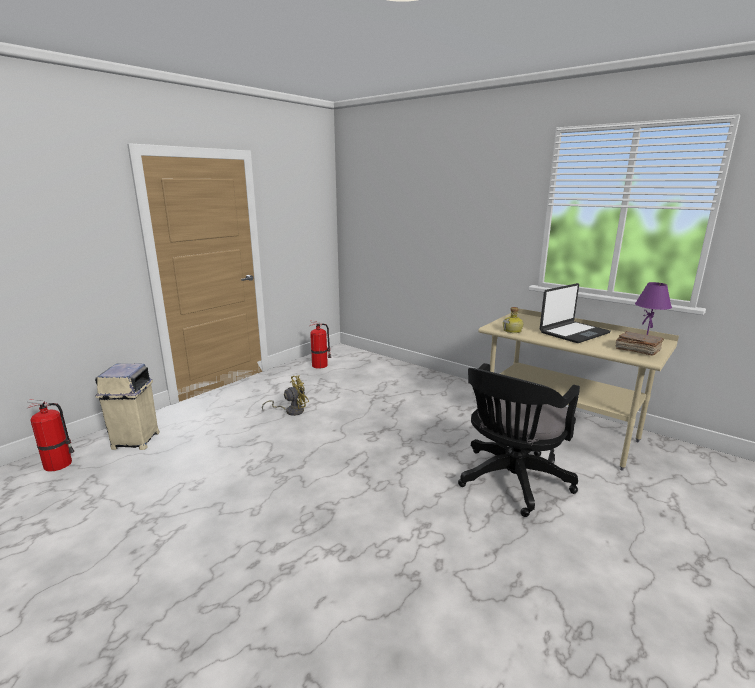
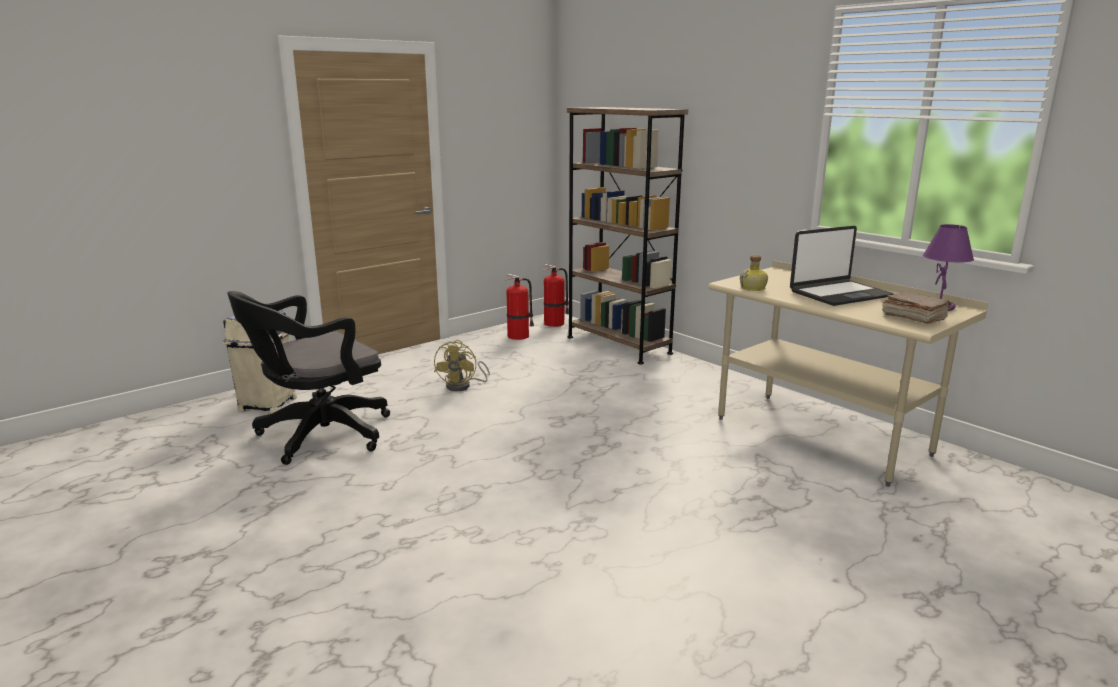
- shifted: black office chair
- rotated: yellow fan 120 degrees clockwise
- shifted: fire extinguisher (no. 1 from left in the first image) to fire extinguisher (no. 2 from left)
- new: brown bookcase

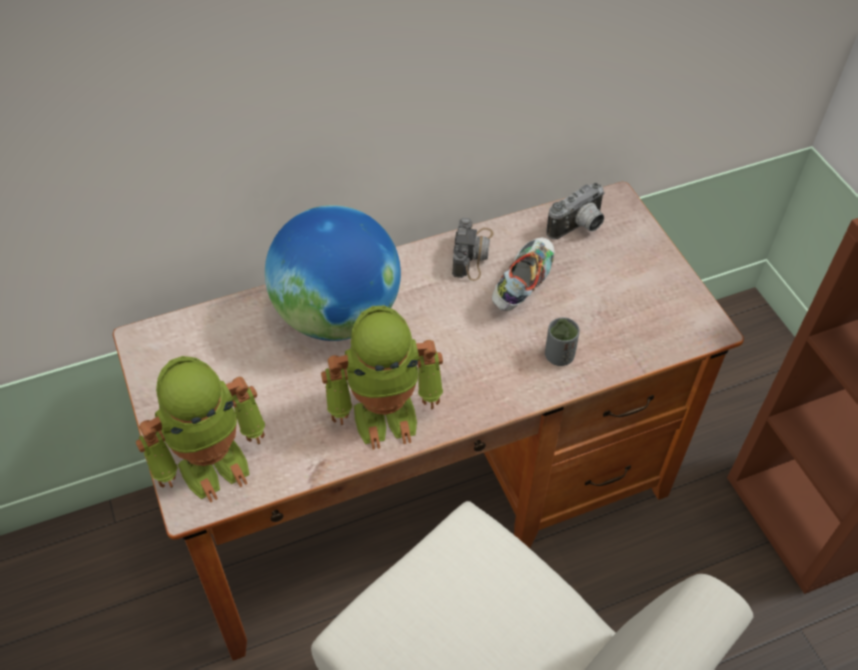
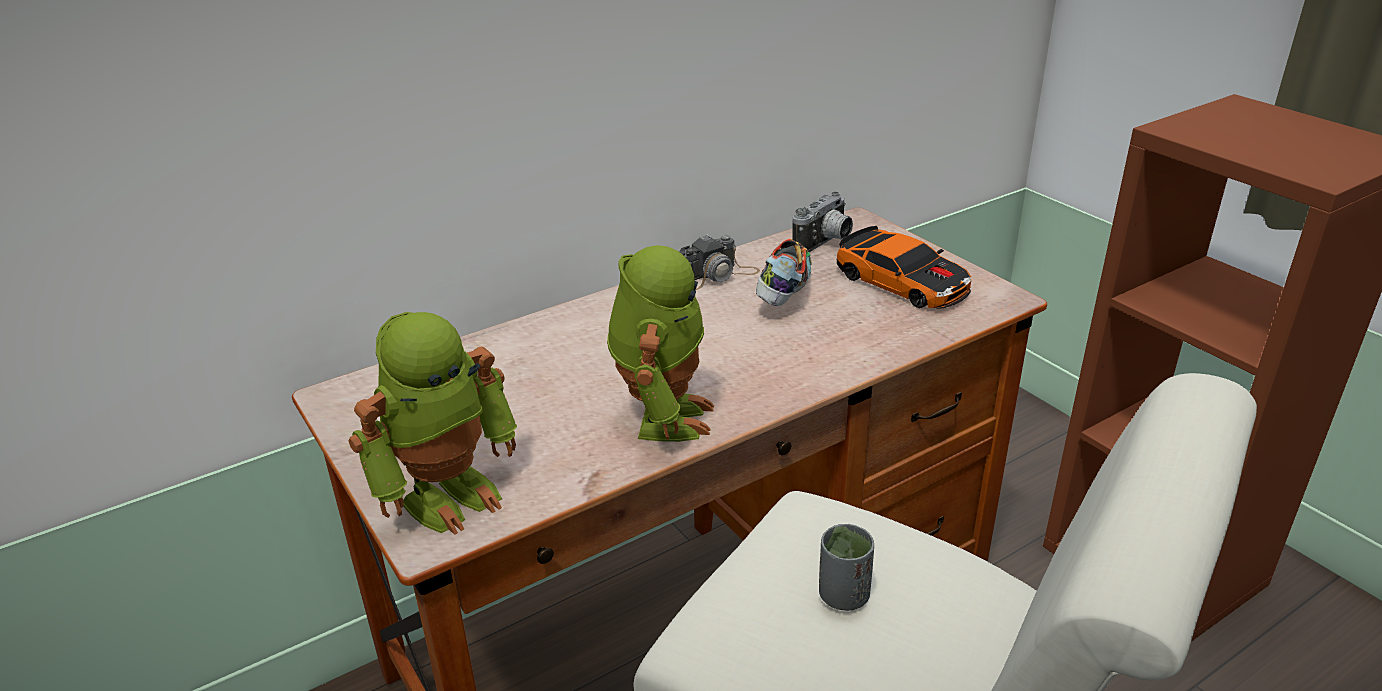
- rotated: toy robot (no. 2 from left) 60 degrees counterclockwise
- rotated: photo camera (no. 1 from left) 60 degrees clockwise
- shifted: grey cup
- new: toy car
- gone: globe

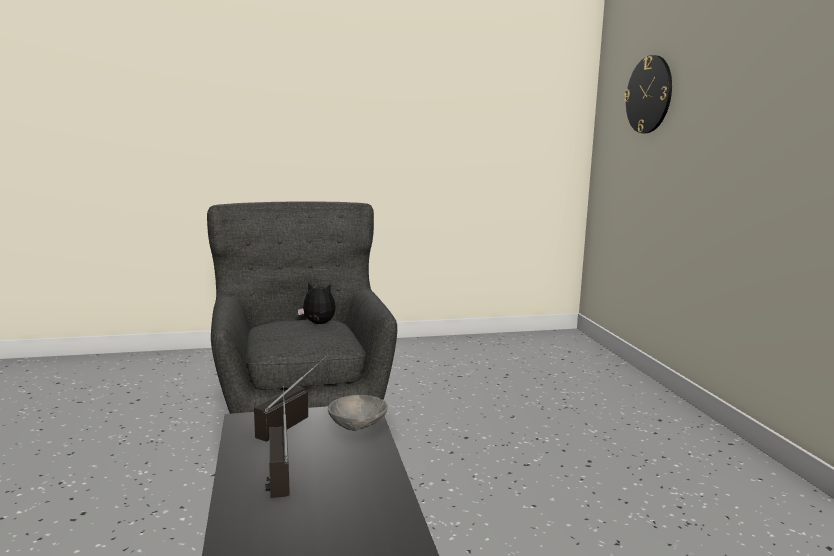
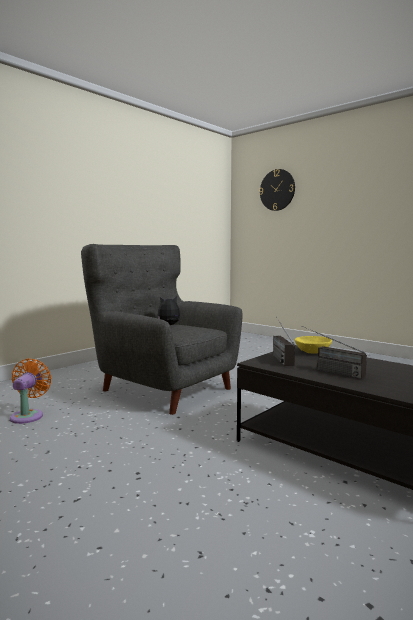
- new: orange fan
- repainted: grey bowl to yellow bowl

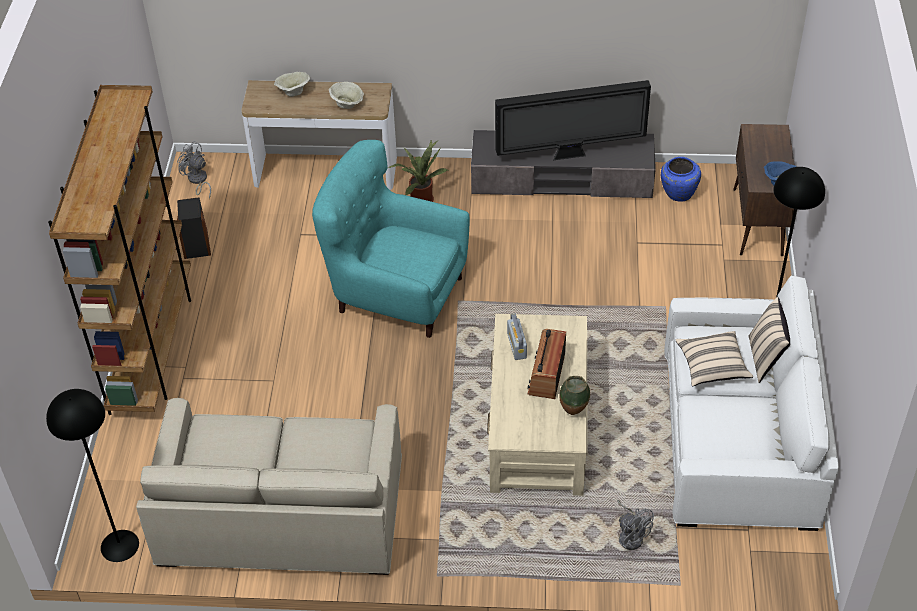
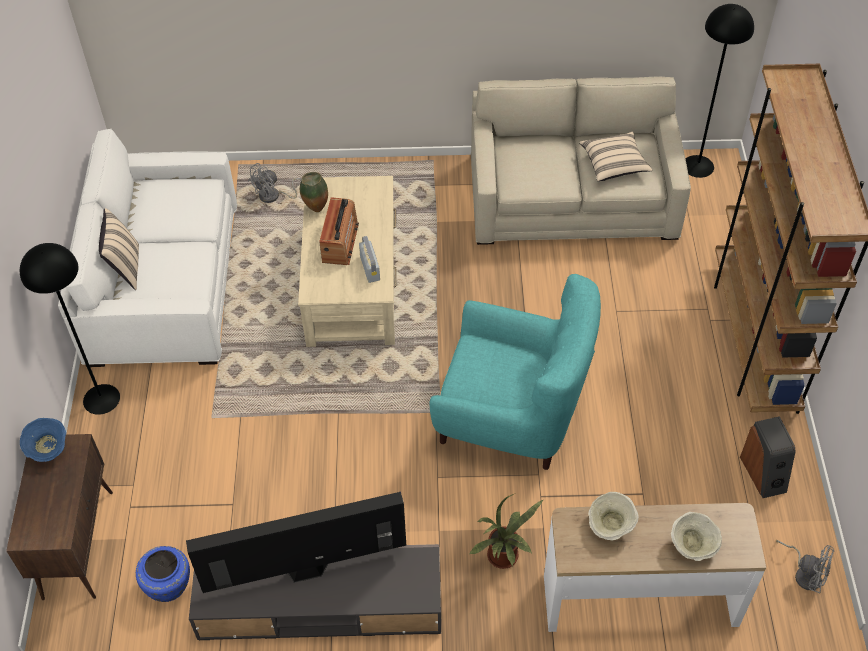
- rotated: grey fan (no. 2 from left in the first image) 90 degrees counterclockwise
- shifted: beige pillow (no. 1 from left in the first image) to beige pillow (no. 2 from left)

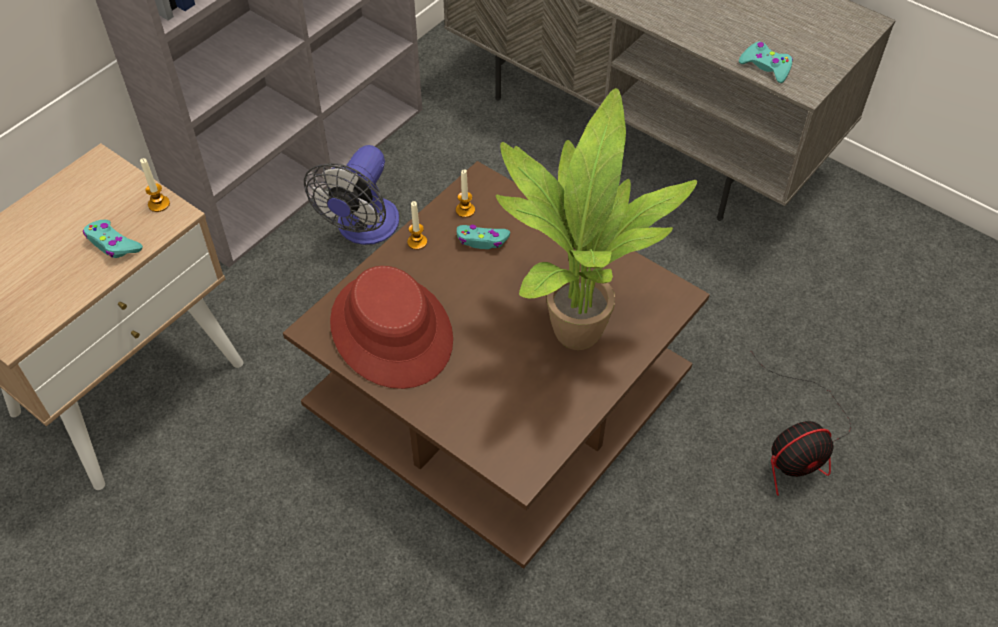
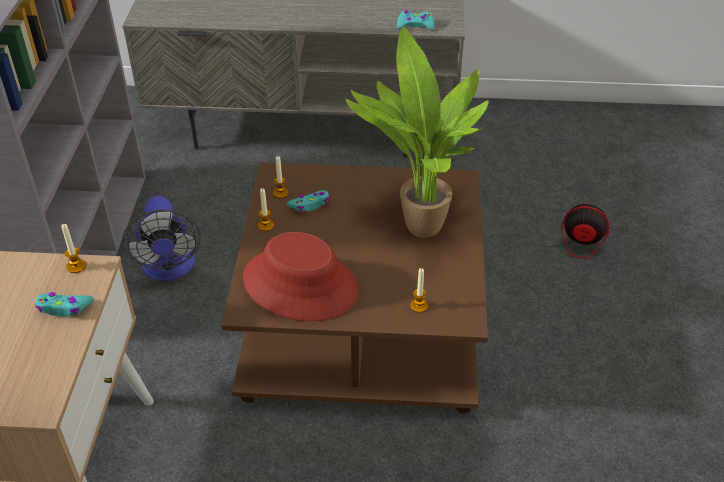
- new: candle (no. 4 from left)
- rotated: fan (no. 2 from left) 105 degrees counterclockwise

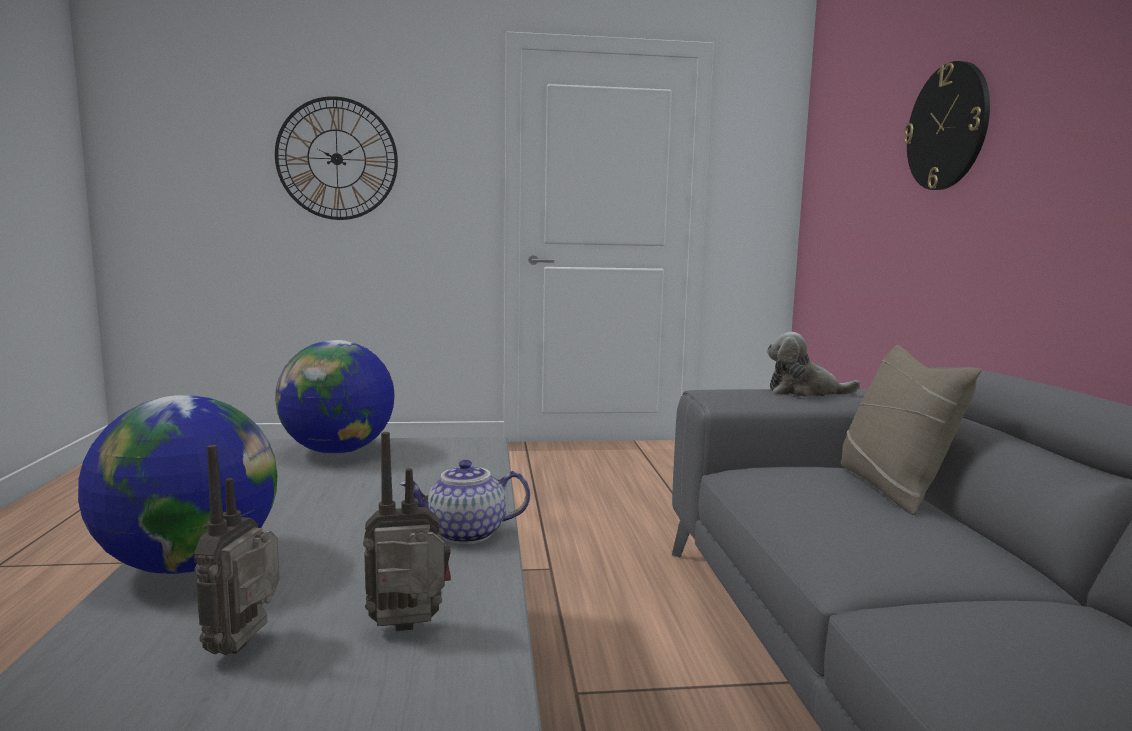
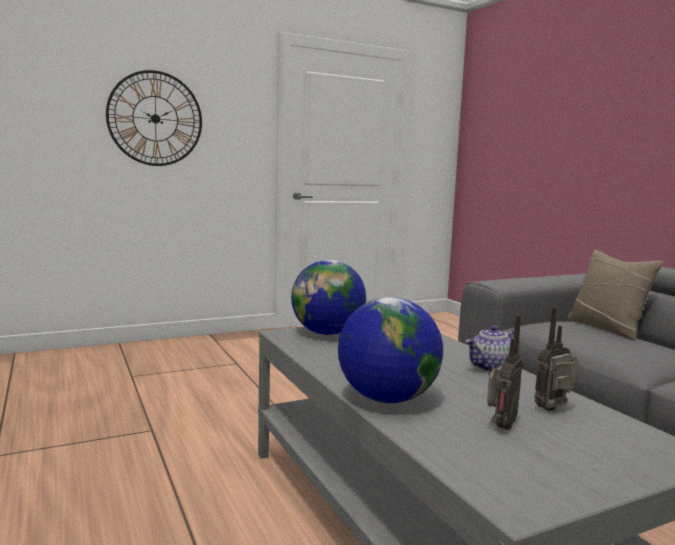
- rotated: radio (no. 1 from left) 135 degrees counterclockwise
- gone: plush toy
- gone: wall clock (no. 2 from left)

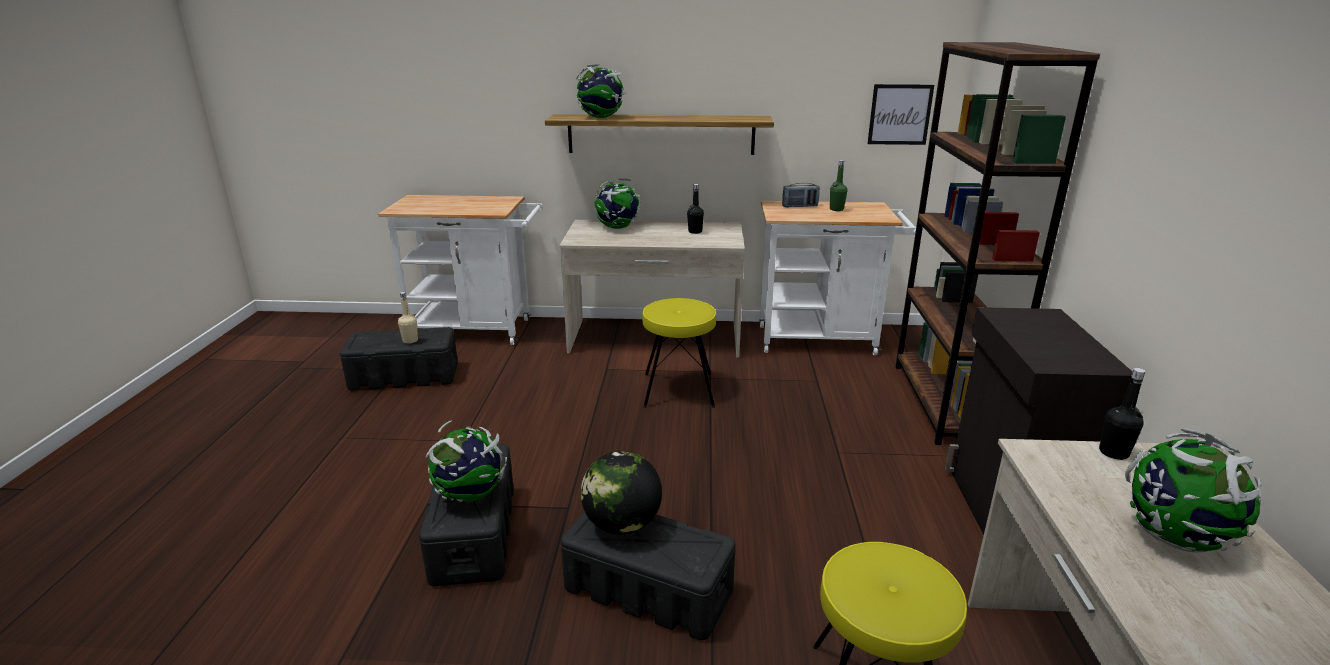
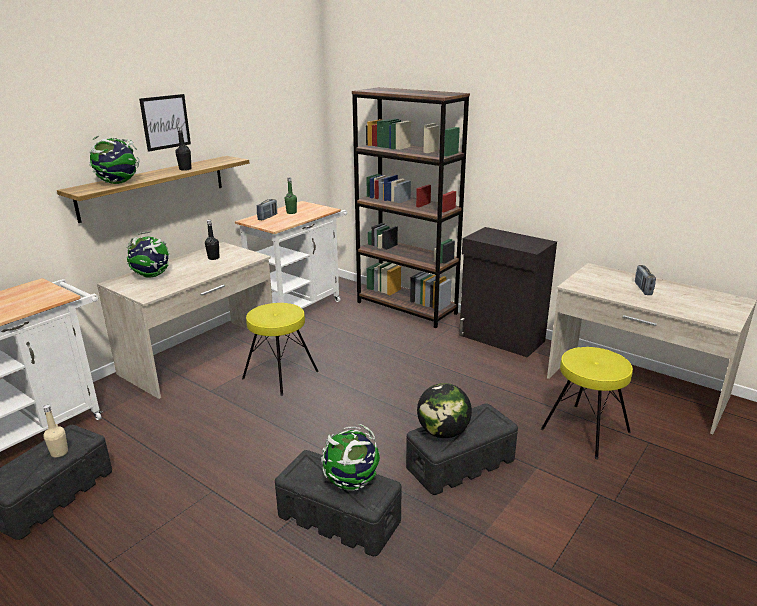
- shifted: picture
- shifted: black bottle (no. 2 from left in the first image) to black bottle (no. 1 from left)
- swapped: globe (no. 5 from left) to radio (no. 2 from left)

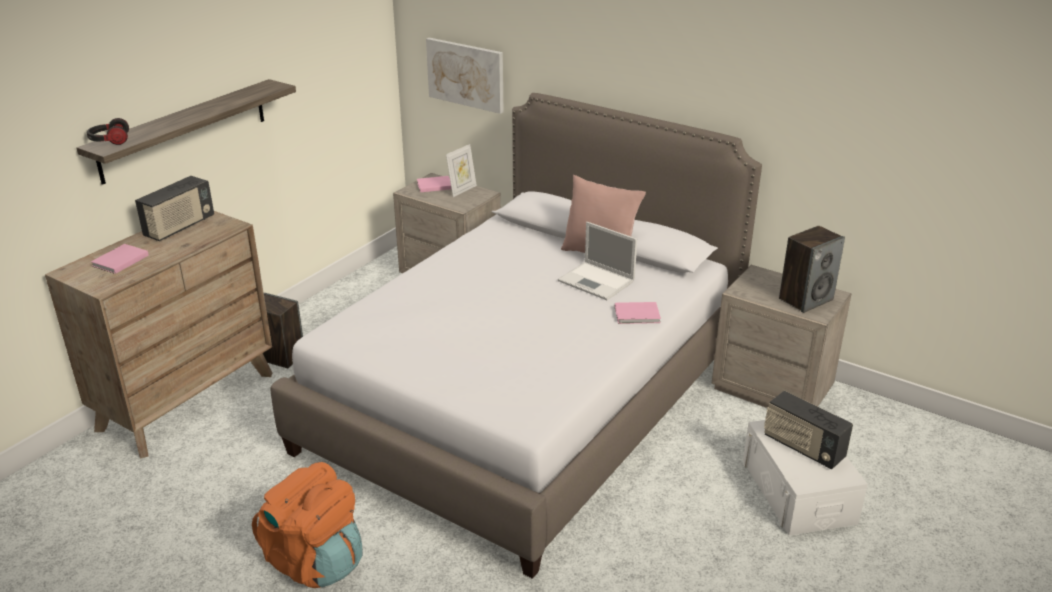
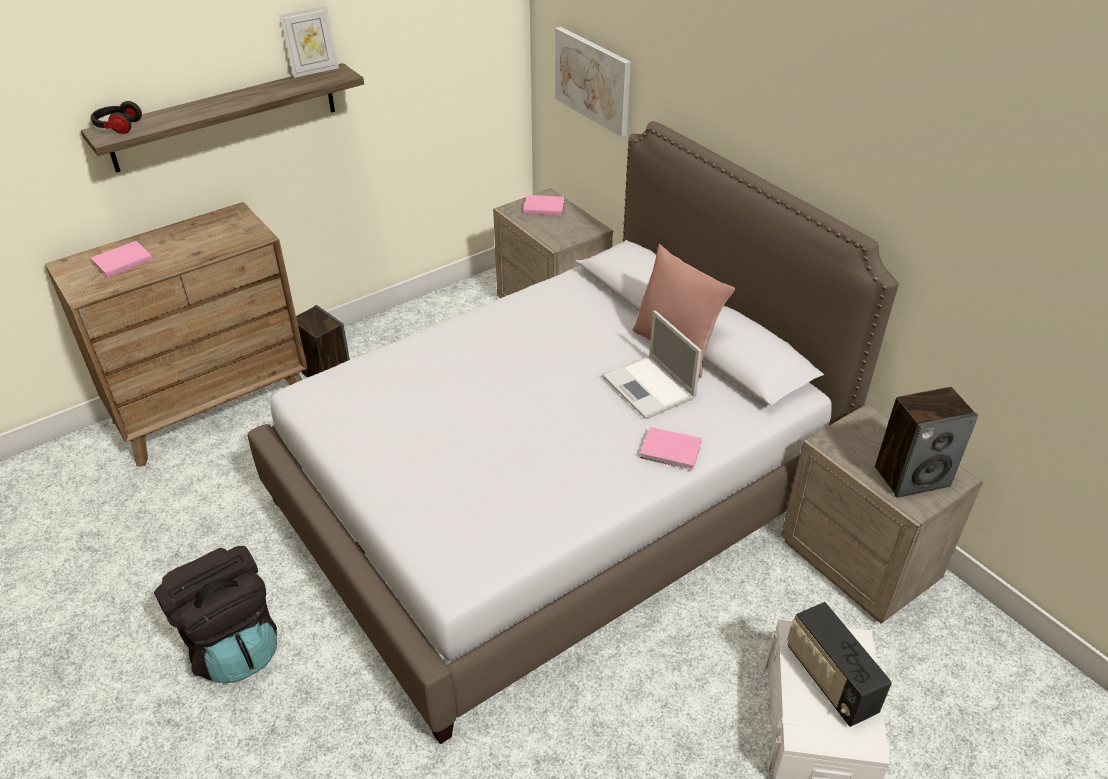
- repainted: orange backpack to black backpack
- shifted: picture frame
- gone: radio (no. 1 from left)

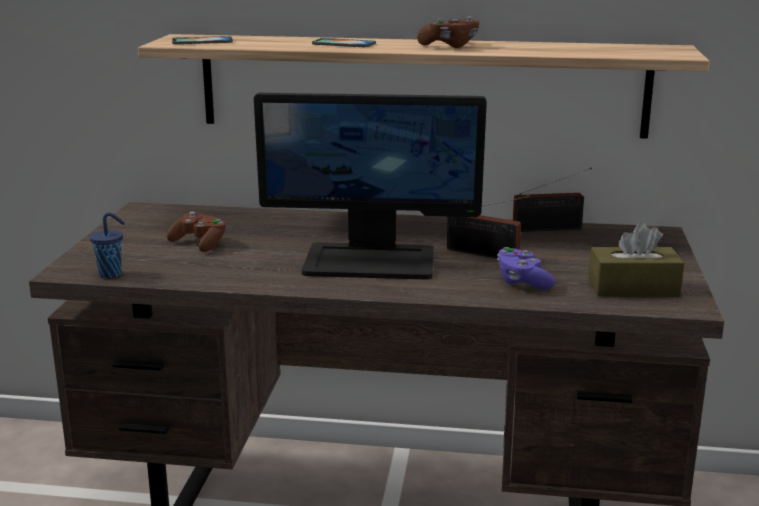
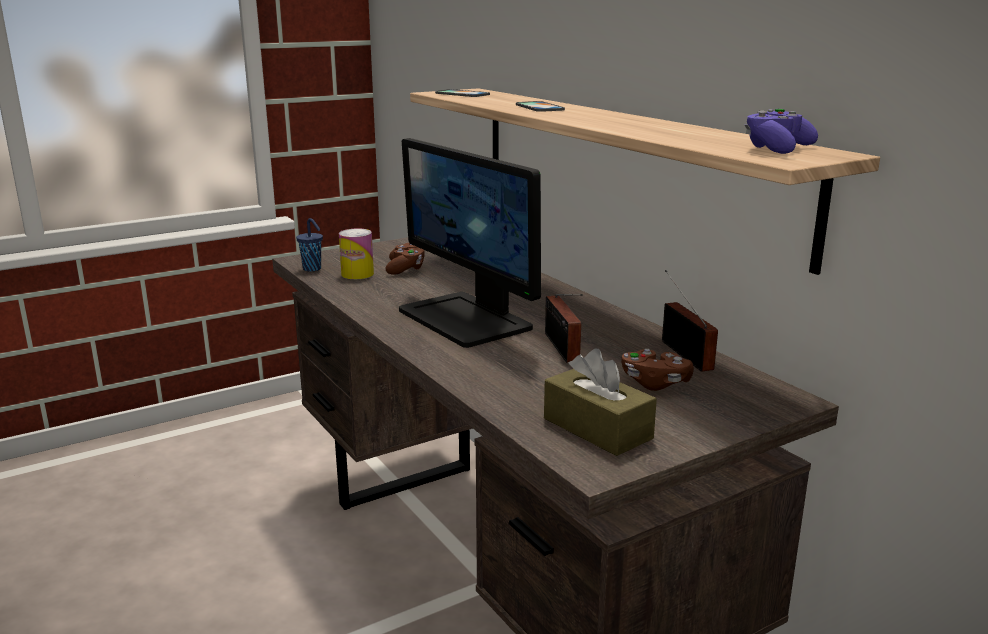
- new: can
- shifted: brown game controller (no. 2 from left)
- rotated: radio (no. 2 from left) 150 degrees counterclockwise
- shifted: purple game controller

